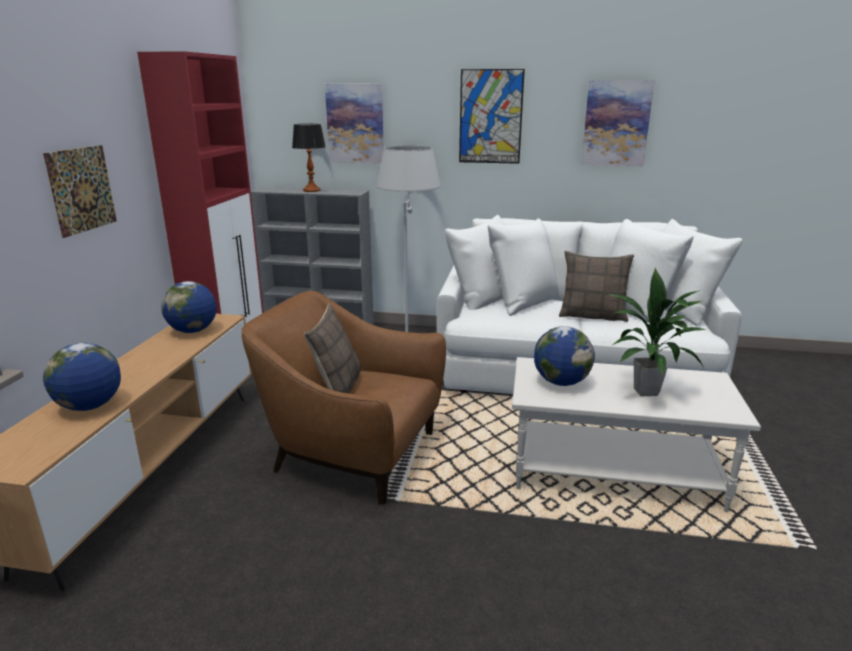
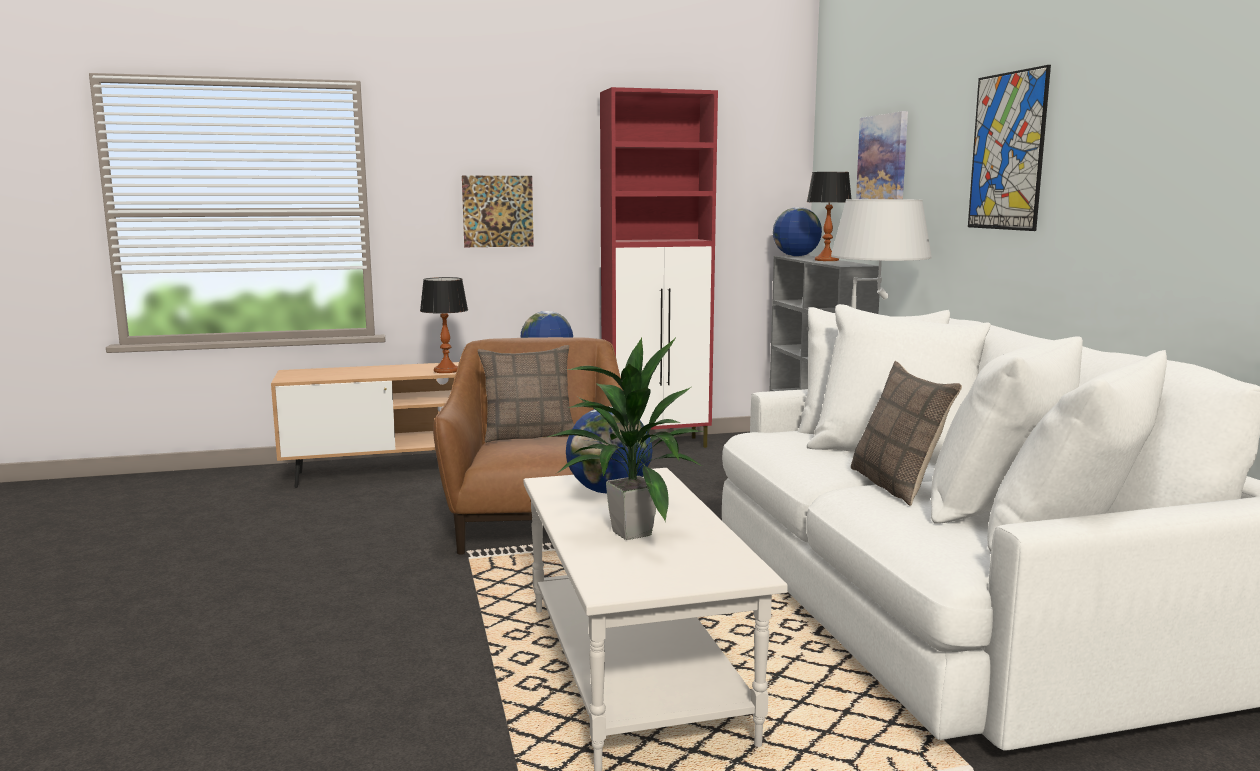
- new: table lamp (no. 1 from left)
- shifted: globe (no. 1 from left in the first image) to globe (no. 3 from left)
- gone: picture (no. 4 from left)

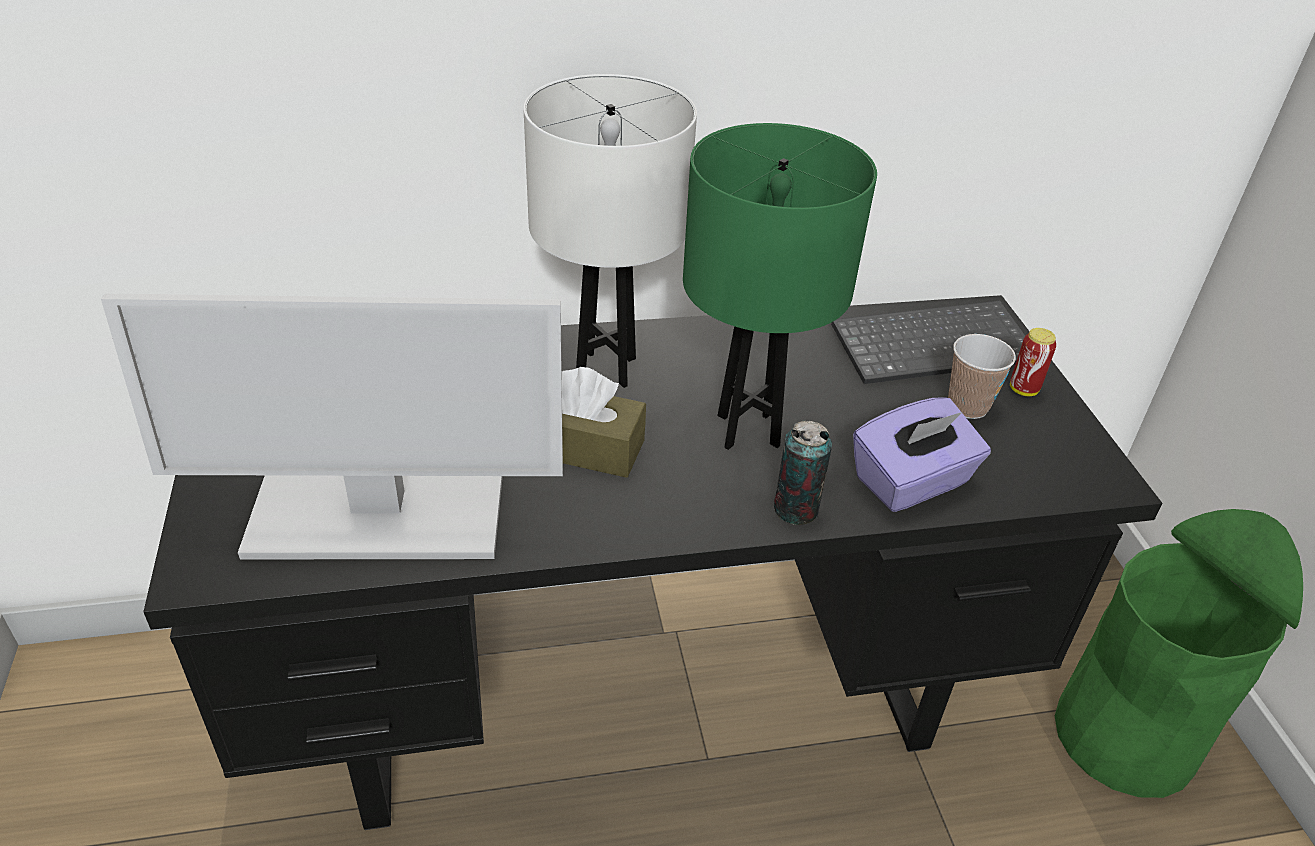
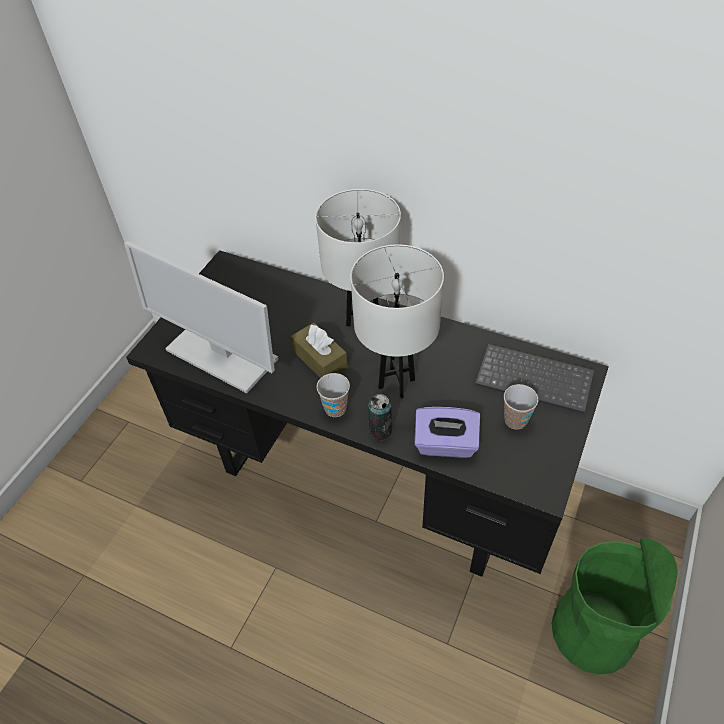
- new: cup (no. 1 from left)
- repainted: green table lamp to white table lamp (no. 2 from left)
- gone: can (no. 2 from left)

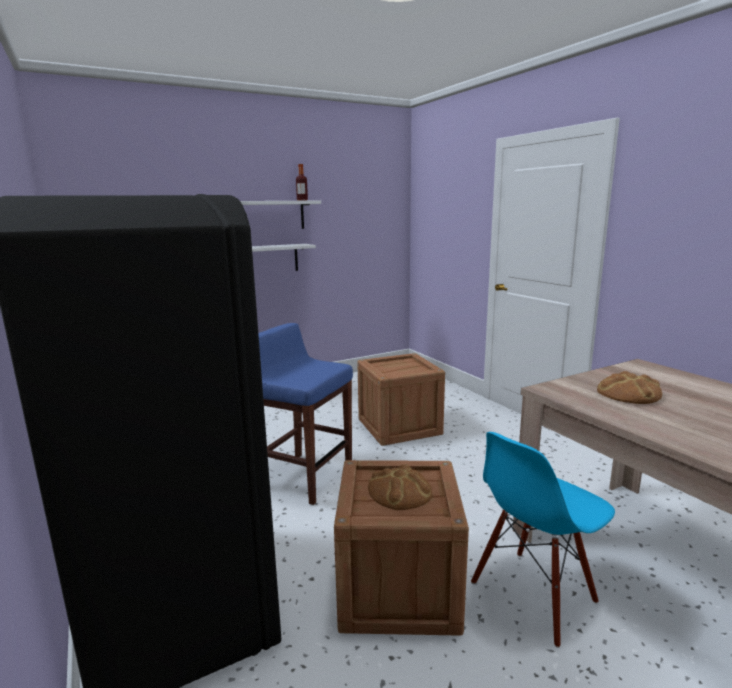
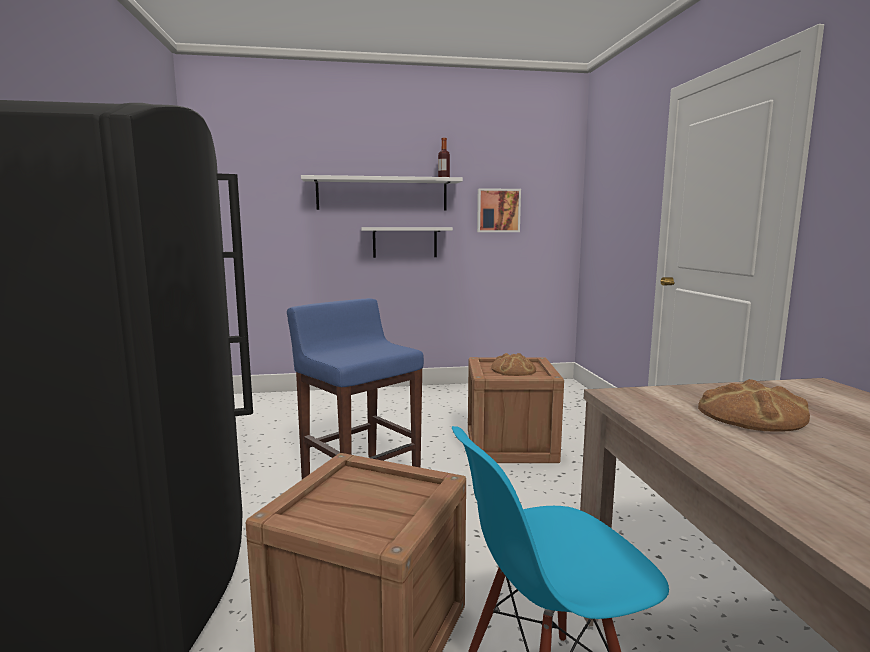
- new: picture
- shifted: bread (no. 1 from left)

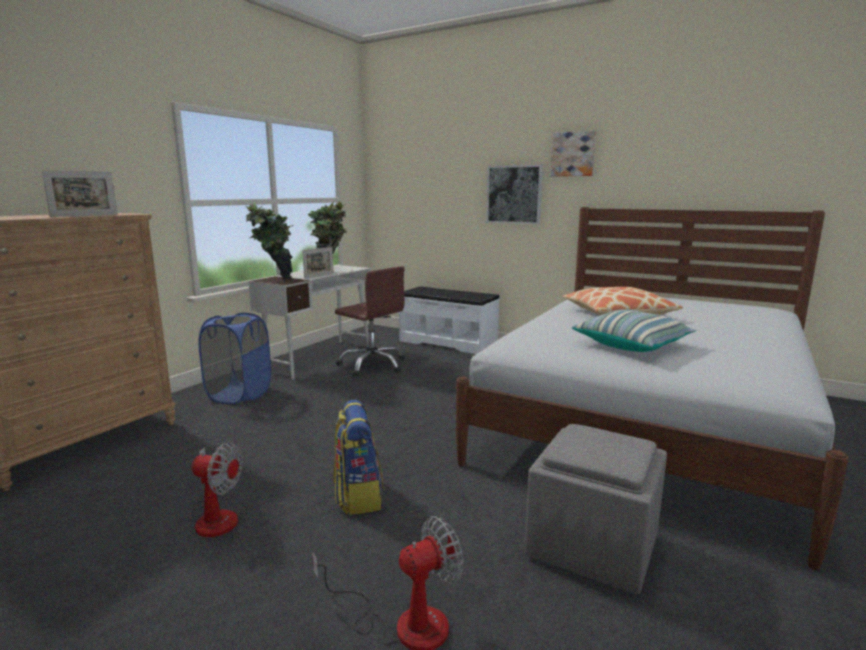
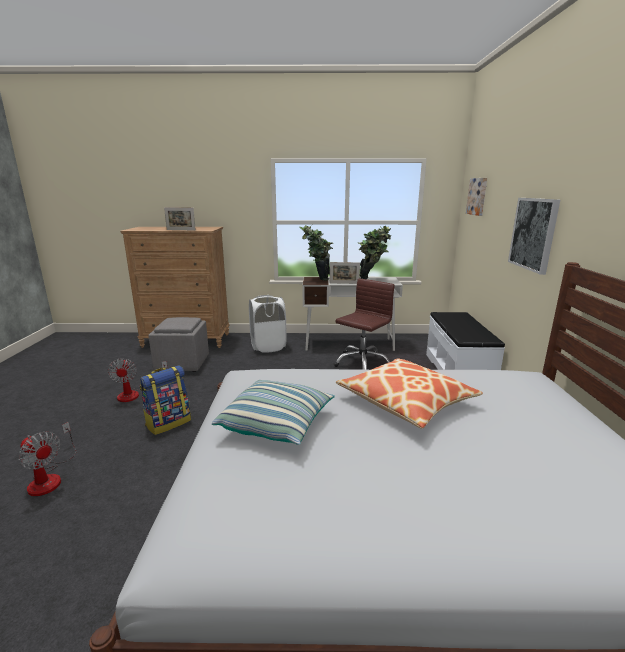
- shifted: grey ottoman
- repainted: blue laundry basket to white laundry basket
- rotated: brown office chair 150 degrees counterclockwise
- shifted: picture (no. 2 from left in the first image) to picture (no. 1 from left)

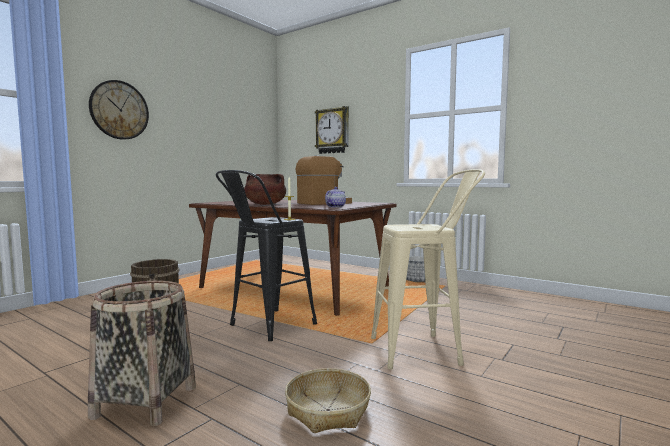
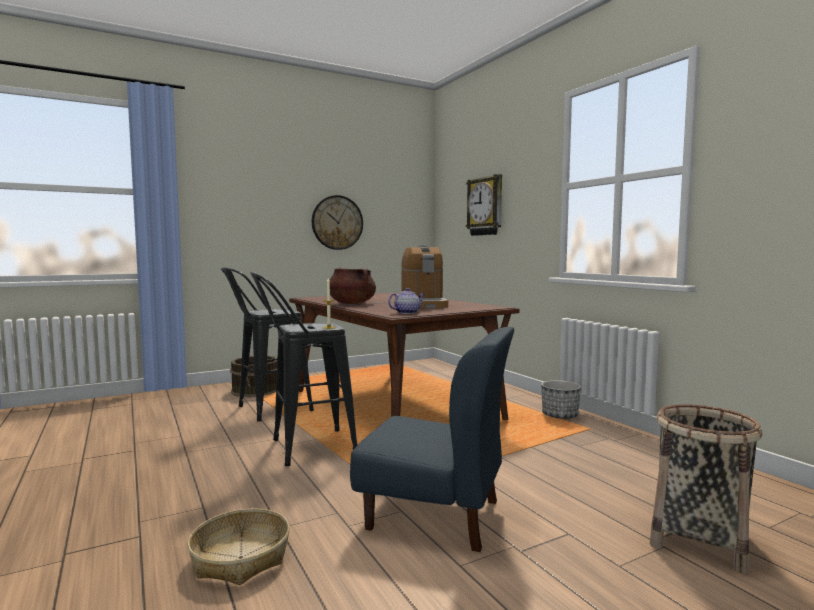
- new: black stool (no. 1 from left)
- shifted: wall clock (no. 1 from left)
- swapped: beige stool to blue chair
- rotated: coffee machine 90 degrees clockwise
- shifted: basket (no. 1 from left in the first image) to basket (no. 2 from left)

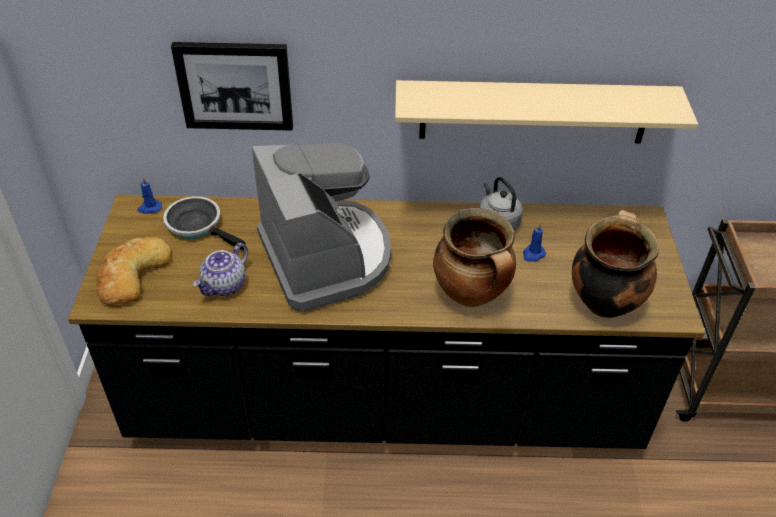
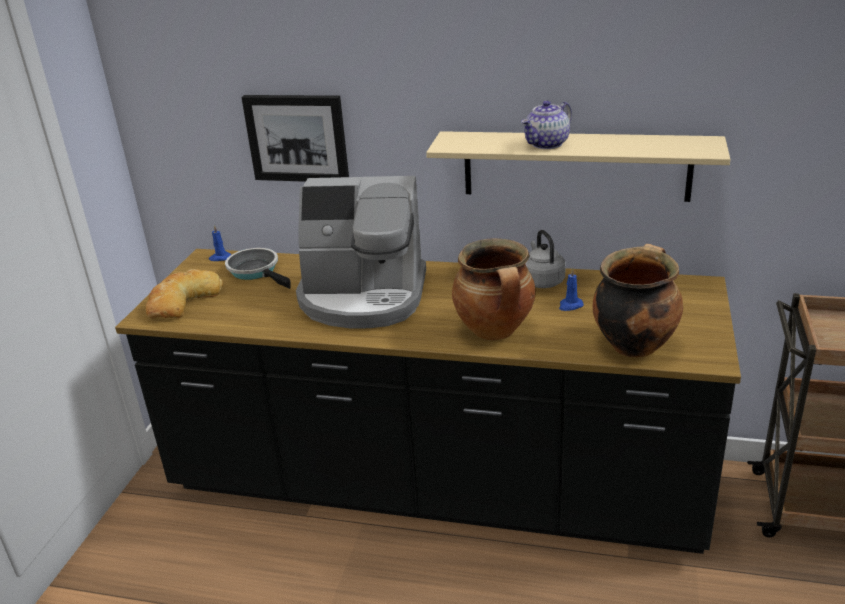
- rotated: coffee machine 105 degrees clockwise
- shifted: teapot

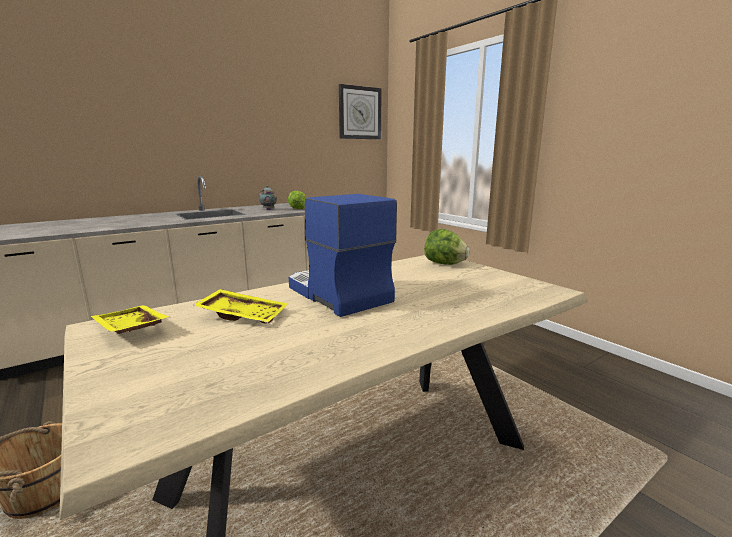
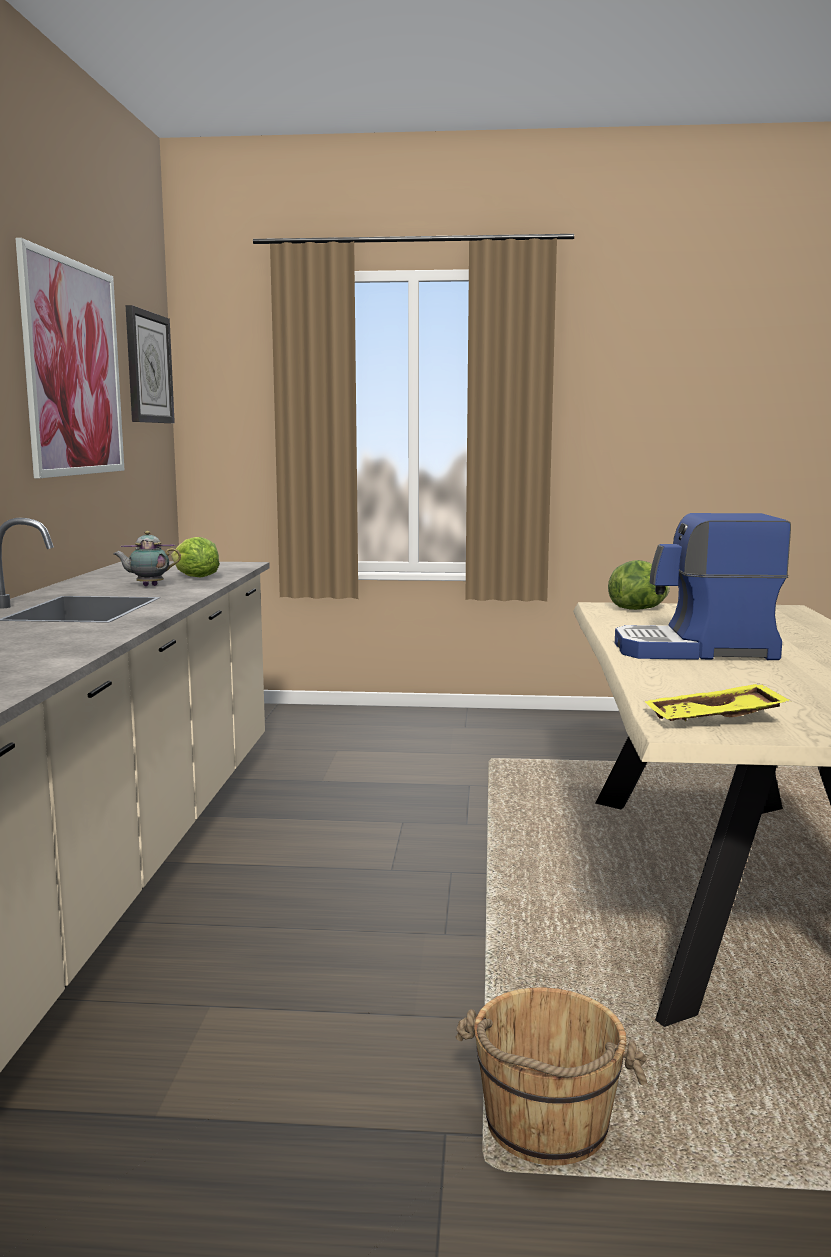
- new: picture
- gone: yellow tray (no. 2 from left)

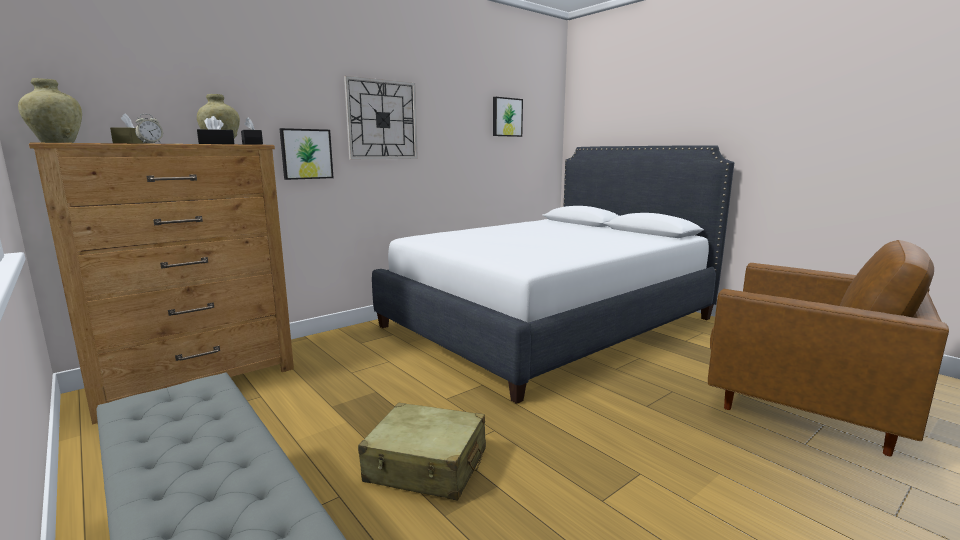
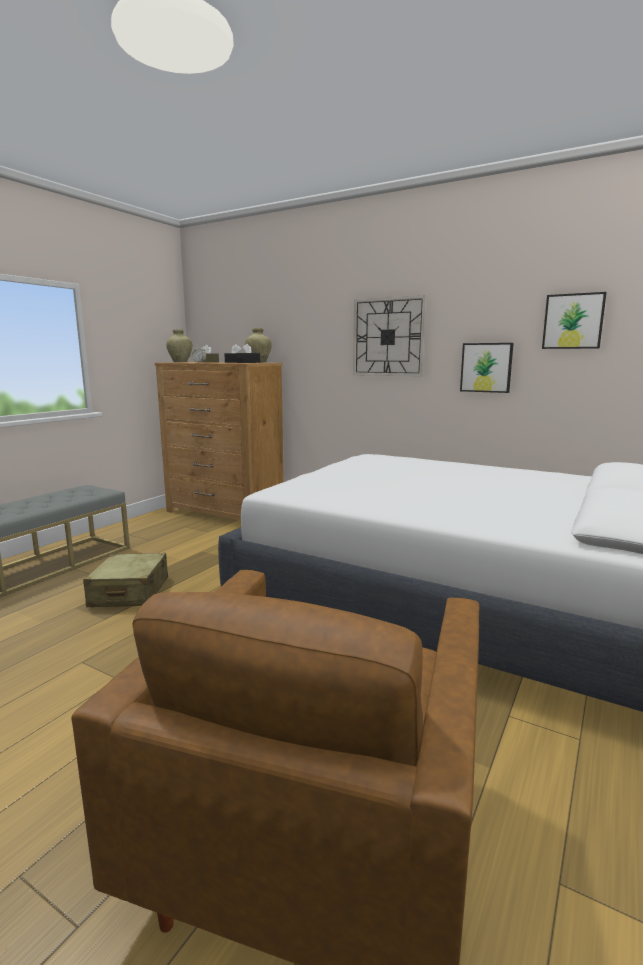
- shifted: picture (no. 1 from left)

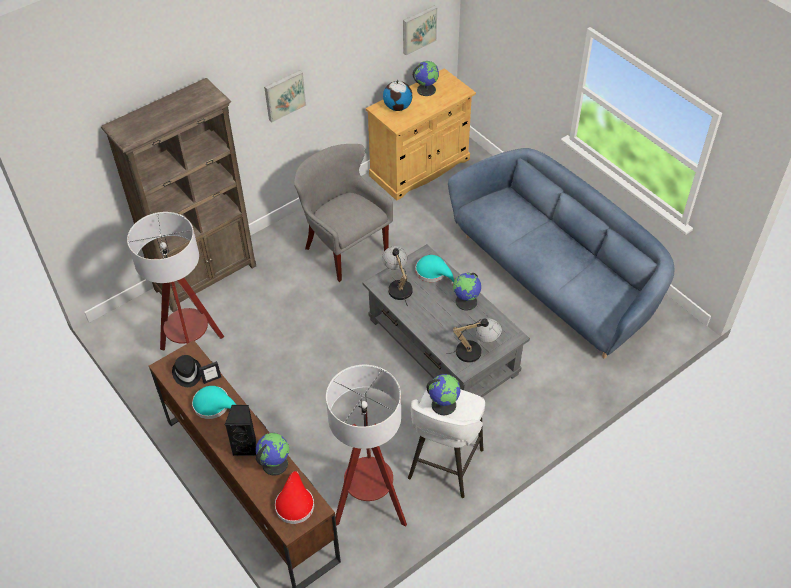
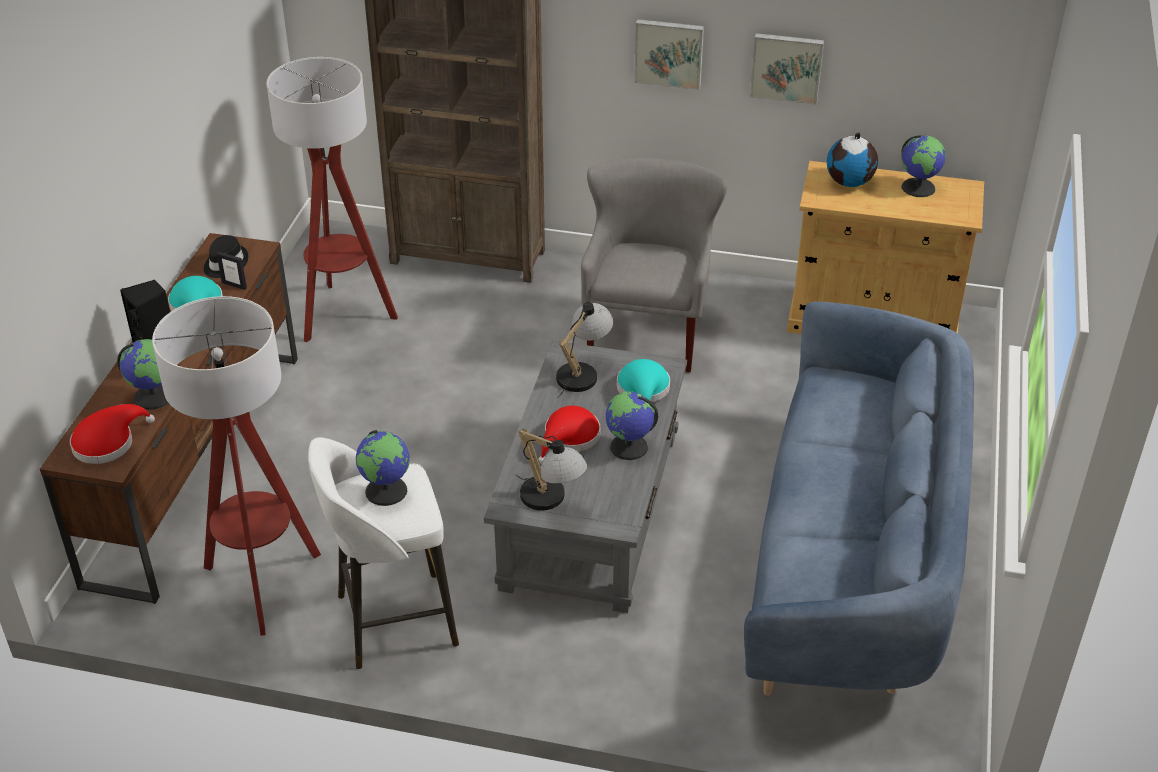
- new: red hat (no. 2 from left)
- shifted: picture (no. 2 from left)

